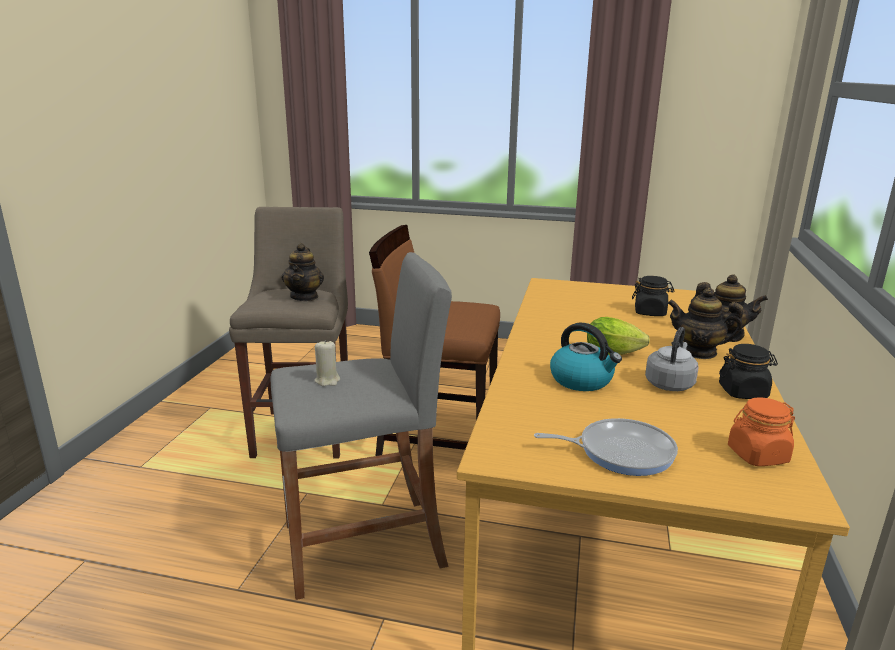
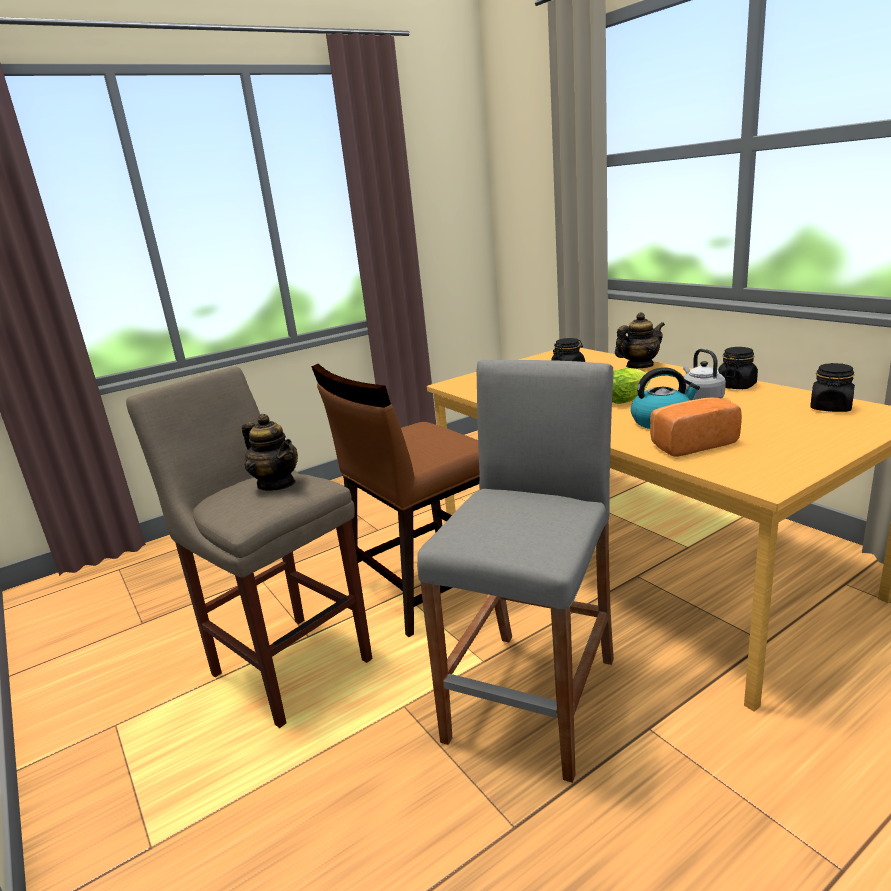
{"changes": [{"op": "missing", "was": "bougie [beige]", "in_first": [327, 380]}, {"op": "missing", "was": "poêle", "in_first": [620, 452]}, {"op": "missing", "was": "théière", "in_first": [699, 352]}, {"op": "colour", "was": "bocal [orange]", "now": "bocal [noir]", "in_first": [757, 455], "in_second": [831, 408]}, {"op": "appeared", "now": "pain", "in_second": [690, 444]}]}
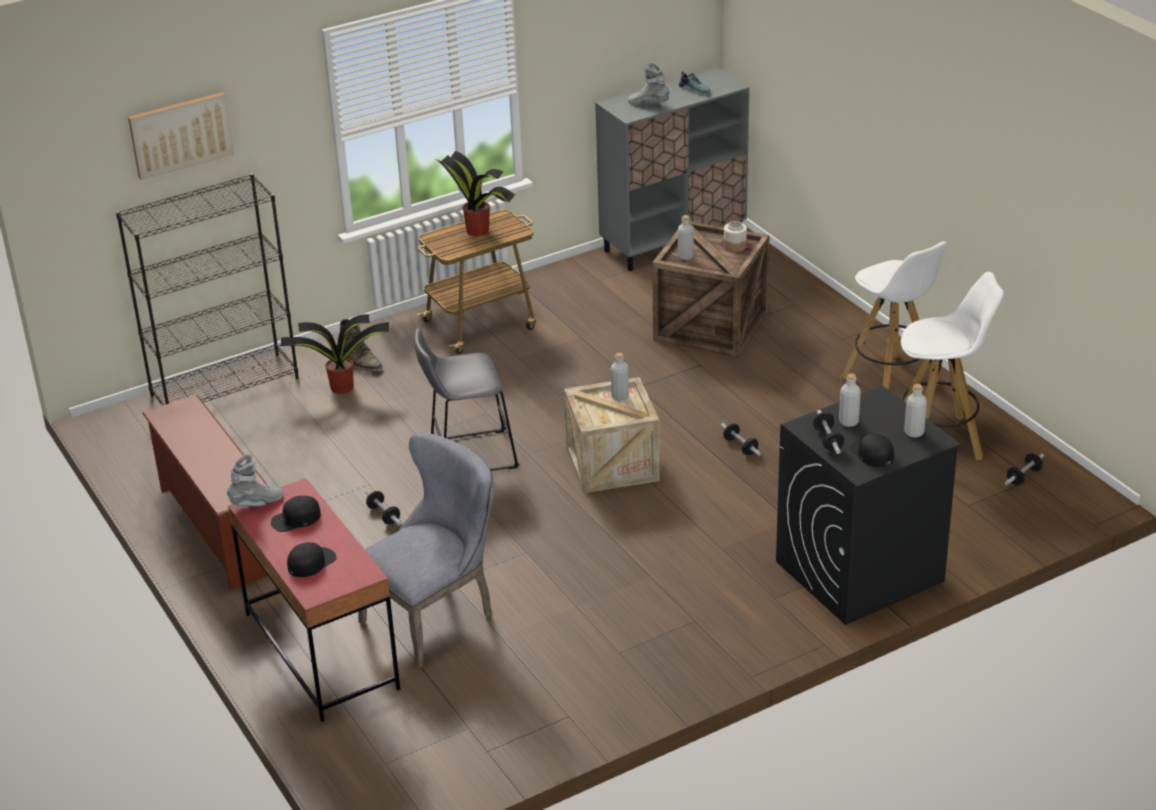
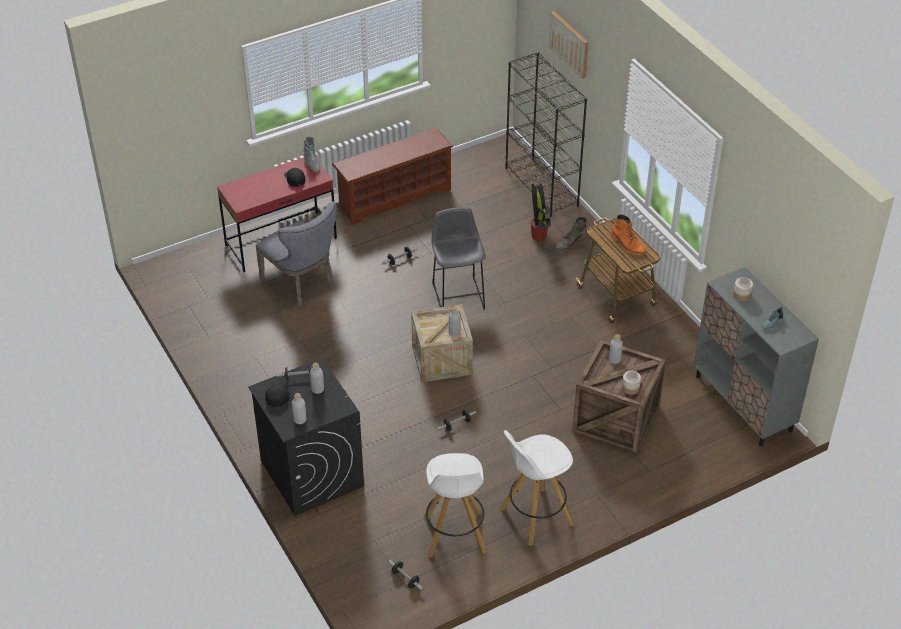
{"changes": [{"op": "missing", "was": "casquette [noir]", "in_first": [311, 562]}, {"op": "exchanged", "was": "plante en pot", "now": "botte [orange]", "in_first": [478, 231], "in_second": [628, 245]}, {"op": "exchanged", "was": "botte [gris]", "now": "bocal", "in_first": [648, 104], "in_second": [741, 295]}]}
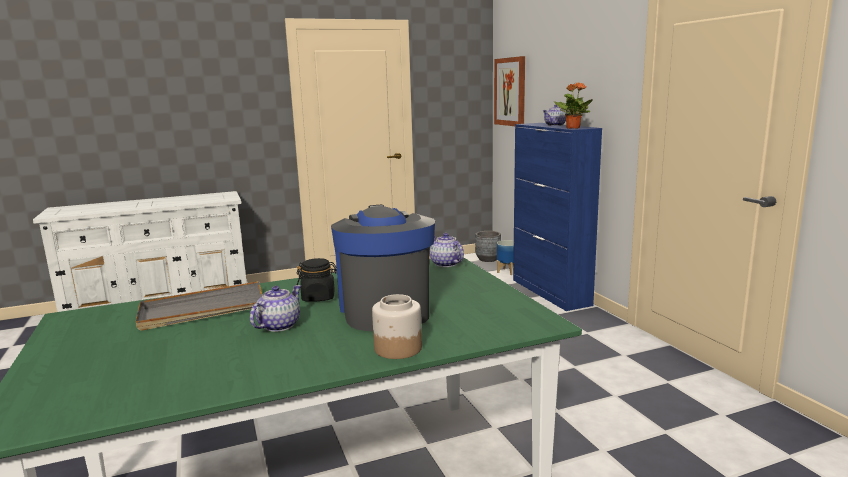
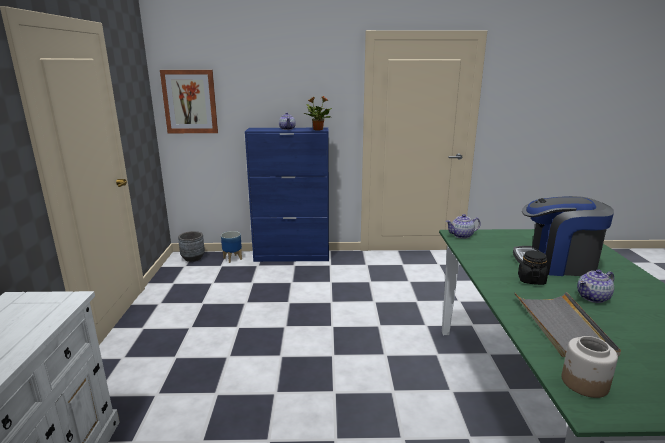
{"changes": [{"op": "spun", "was": "théière", "in_first": [278, 326], "in_second": [593, 297], "clockwise": -75}, {"op": "relocated", "was": "bocal", "in_first": [397, 348], "in_second": [584, 383]}]}
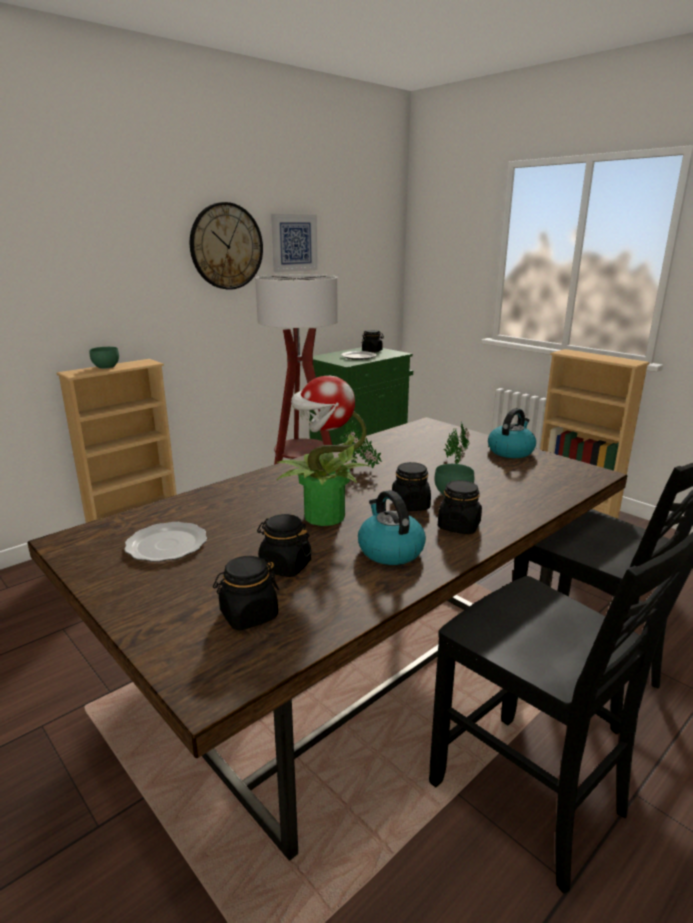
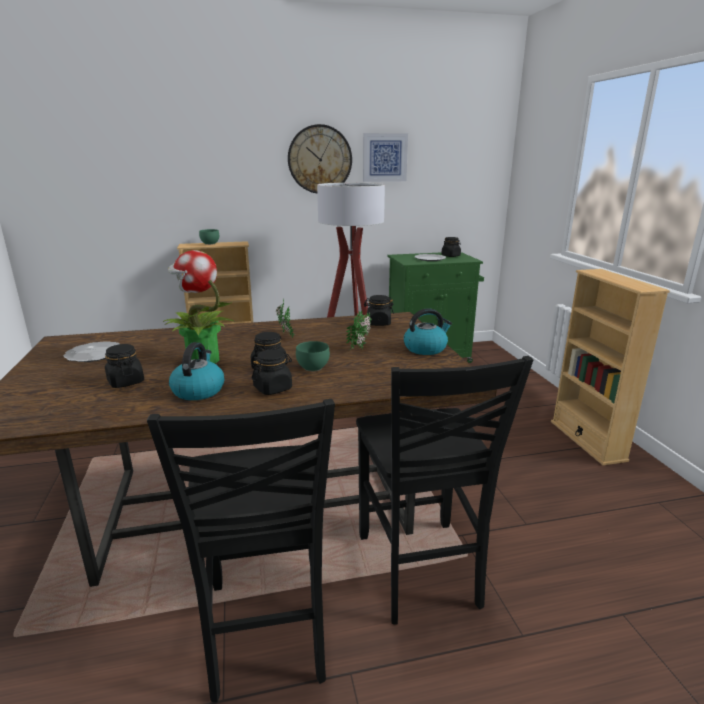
{"changes": [{"op": "relocated", "was": "bocal [noir]", "in_first": [248, 615], "in_second": [378, 323]}]}
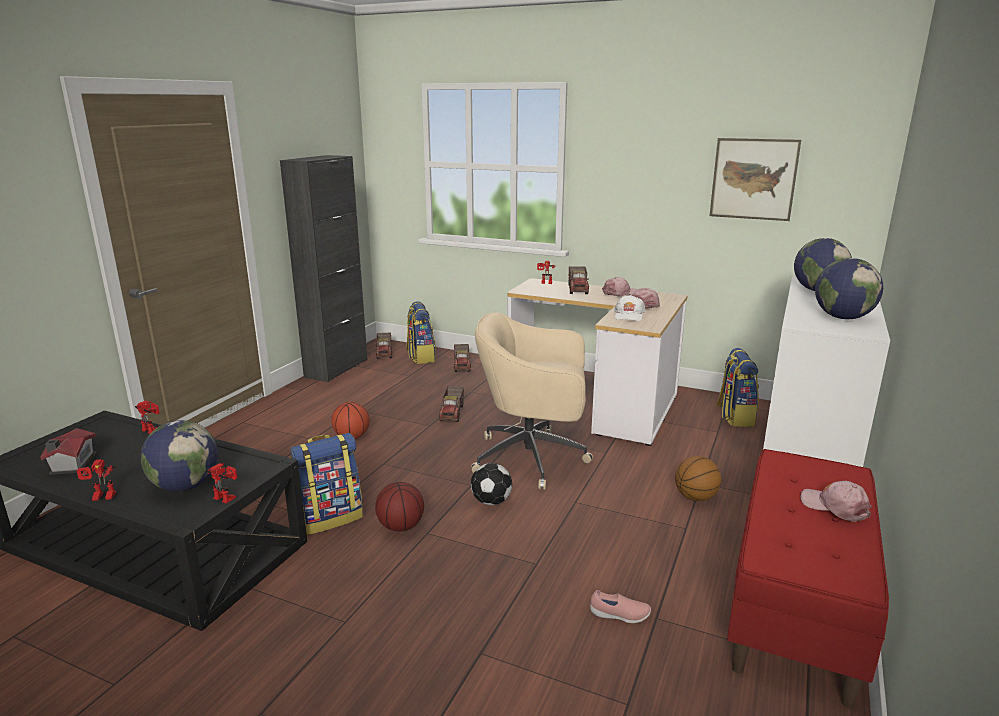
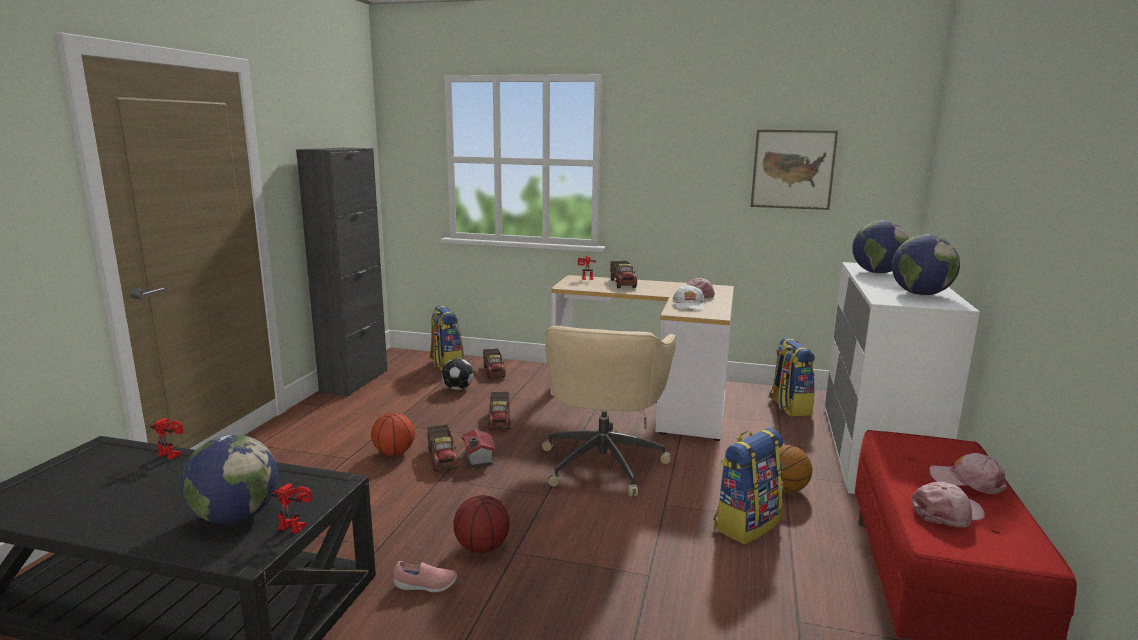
{"changes": [{"op": "relocated", "was": "maison miniature", "in_first": [71, 464], "in_second": [477, 459]}, {"op": "missing", "was": "robot jouet", "in_first": [101, 498]}, {"op": "relocated", "was": "sac à dos", "in_first": [330, 517], "in_second": [746, 524]}, {"op": "relocated", "was": "camion jouet", "in_first": [385, 353], "in_second": [443, 458]}, {"op": "spun", "was": "chaise de bureau [beige]", "in_first": [533, 458], "in_second": [603, 462], "clockwise": -75}, {"op": "relocated", "was": "ballon de foot", "in_first": [492, 502], "in_second": [458, 388]}, {"op": "relocated", "was": "chaussure [rose]", "in_first": [619, 615], "in_second": [425, 586]}, {"op": "relocated", "was": "casquette [rose]", "in_first": [620, 293], "in_second": [947, 512]}]}
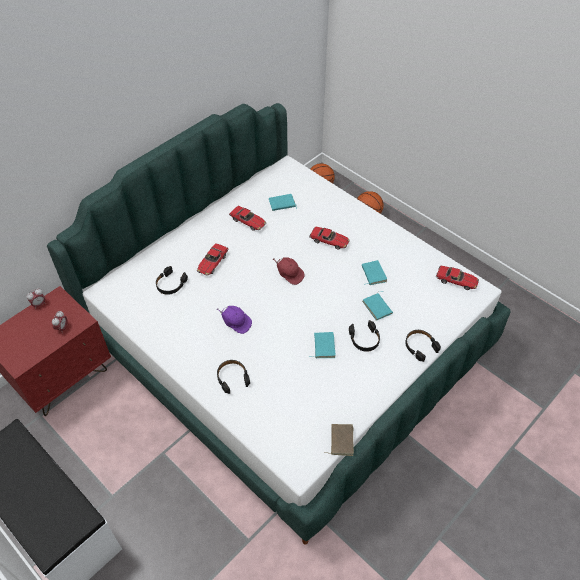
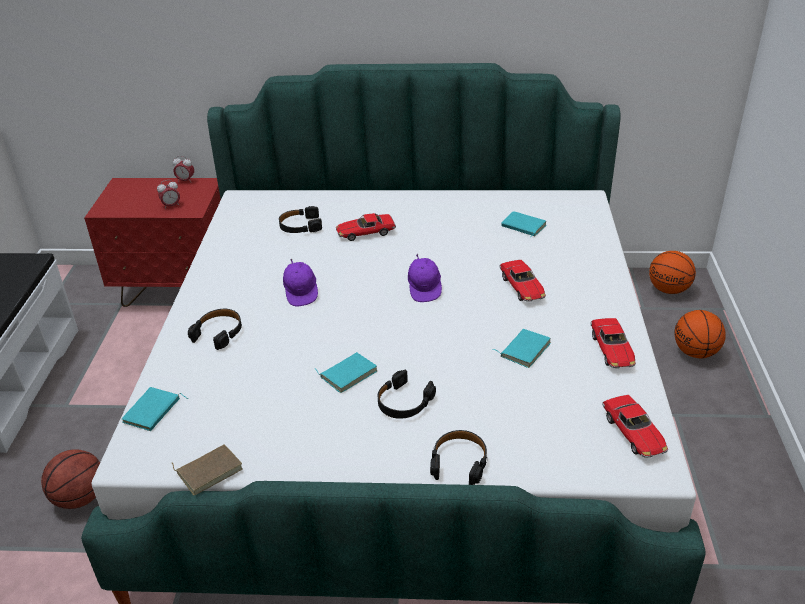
{"changes": [{"op": "relocated", "was": "petite voiture", "in_first": [248, 221], "in_second": [612, 350]}, {"op": "colour", "was": "casquette [rouge]", "now": "casquette [violet]", "in_first": [289, 274], "in_second": [424, 289]}, {"op": "relocated", "was": "livre [turquoise]", "in_first": [378, 307], "in_second": [153, 412]}, {"op": "appeared", "now": "ballon de basket", "in_second": [80, 498]}]}
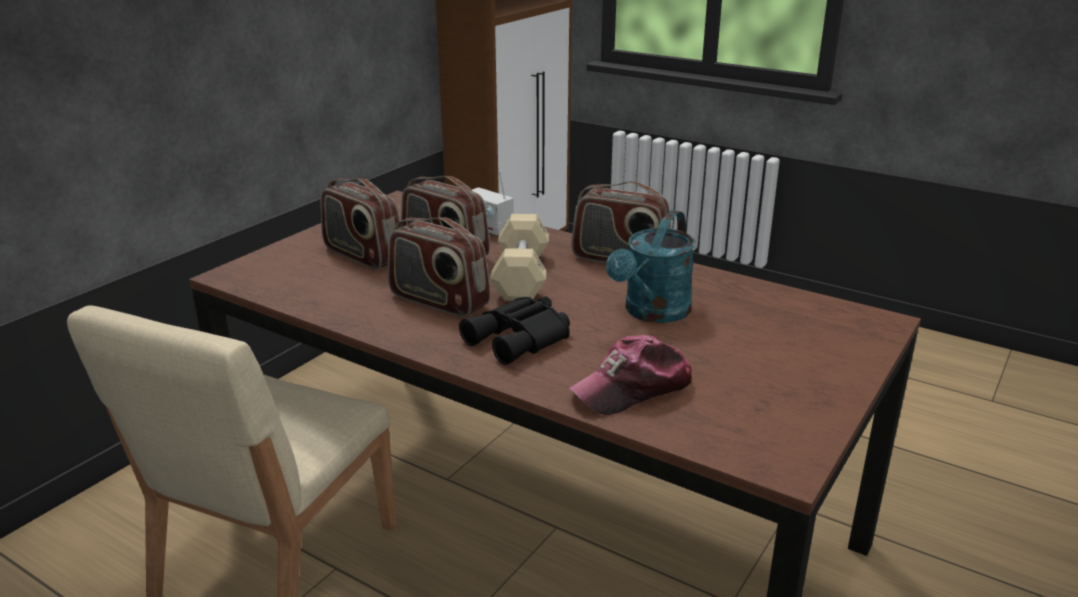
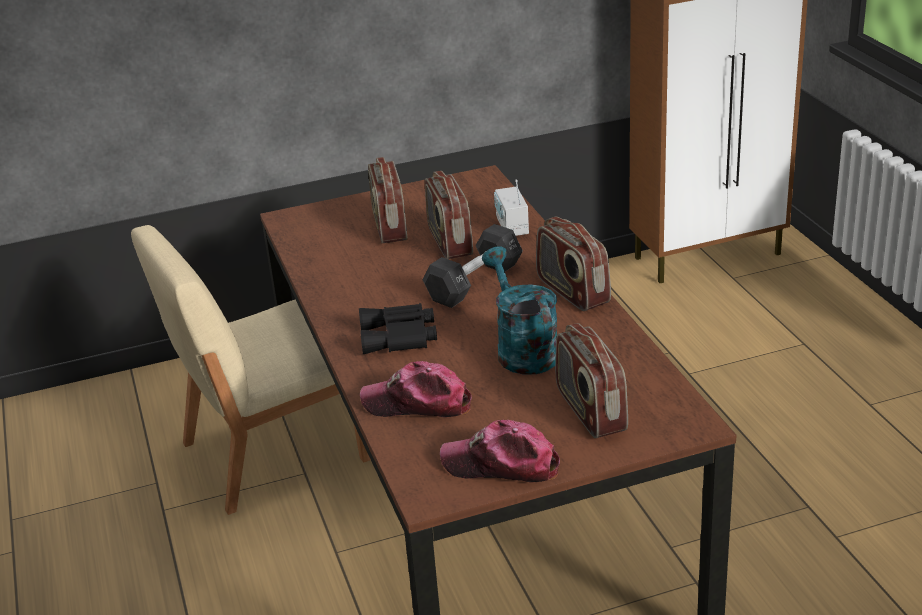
{"changes": [{"op": "relocated", "was": "radio", "in_first": [438, 301], "in_second": [589, 410]}, {"op": "colour", "was": "haltère [beige]", "now": "haltère [noir]", "in_first": [521, 276], "in_second": [474, 282]}, {"op": "spun", "was": "arrosoir [turquoise]", "in_first": [652, 313], "in_second": [522, 349], "clockwise": 90}, {"op": "appeared", "now": "casquette", "in_second": [501, 465]}]}
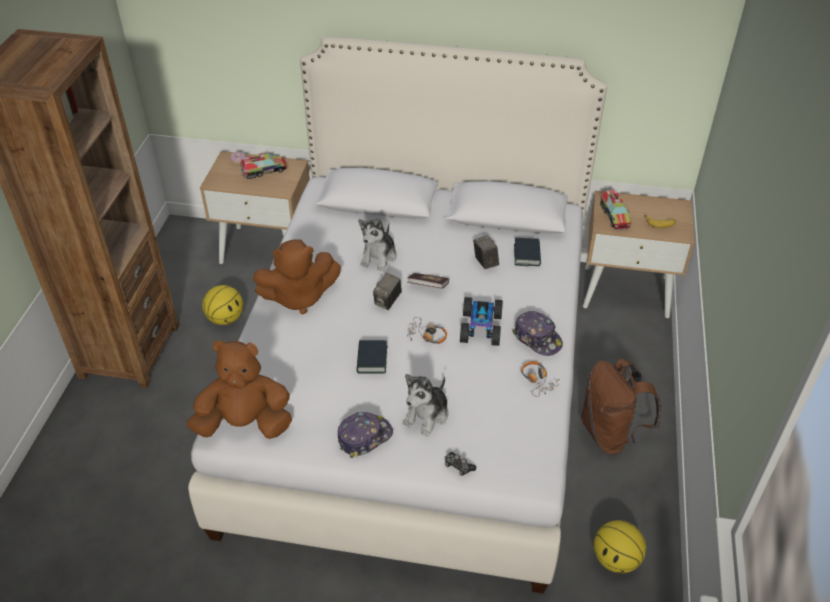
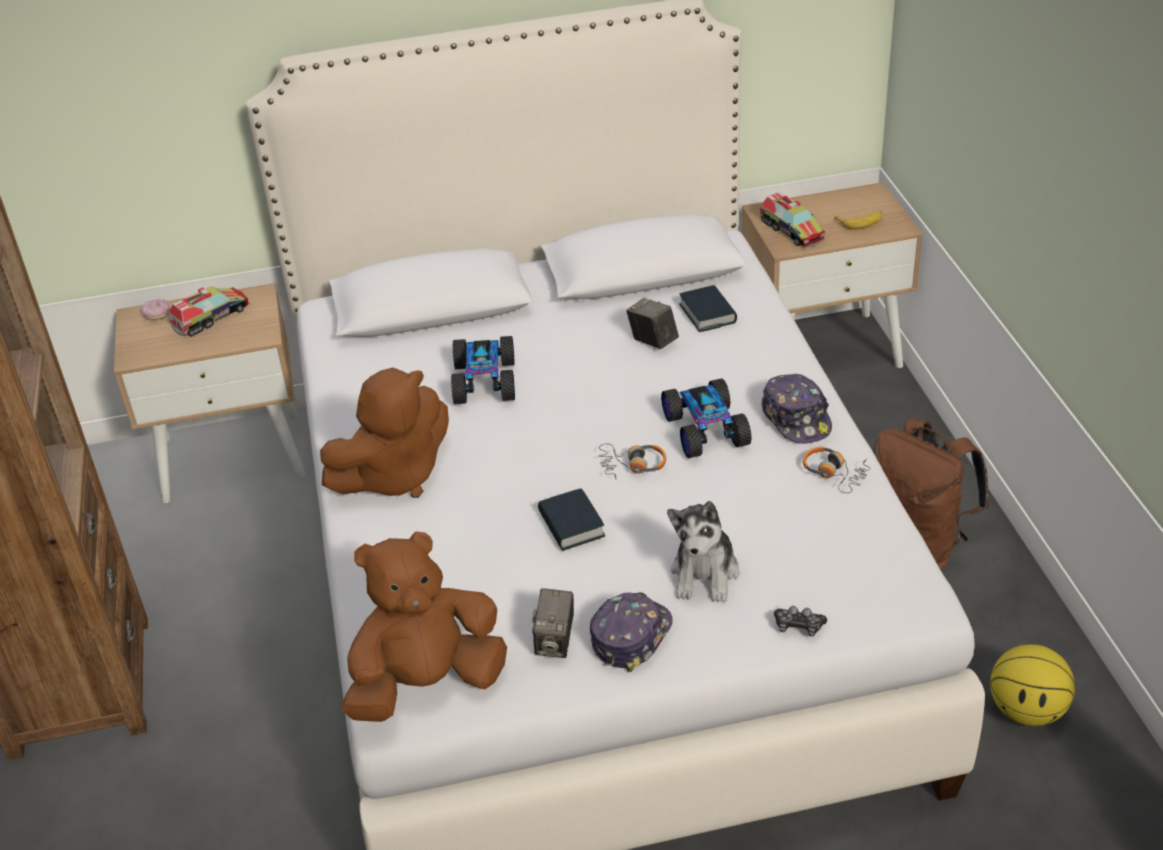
{"changes": [{"op": "missing", "was": "ballon de basket", "in_first": [226, 318]}, {"op": "exchanged", "was": "peluche", "now": "petite voiture", "in_first": [379, 257], "in_second": [486, 381]}, {"op": "relocated", "was": "appareil photo", "in_first": [387, 301], "in_second": [555, 642]}, {"op": "missing", "was": "livre", "in_first": [428, 286]}, {"op": "spun", "was": "casquette", "in_first": [537, 338], "in_second": [796, 418], "clockwise": 45}]}
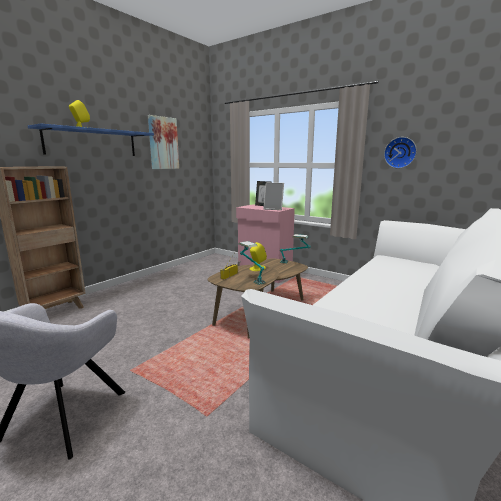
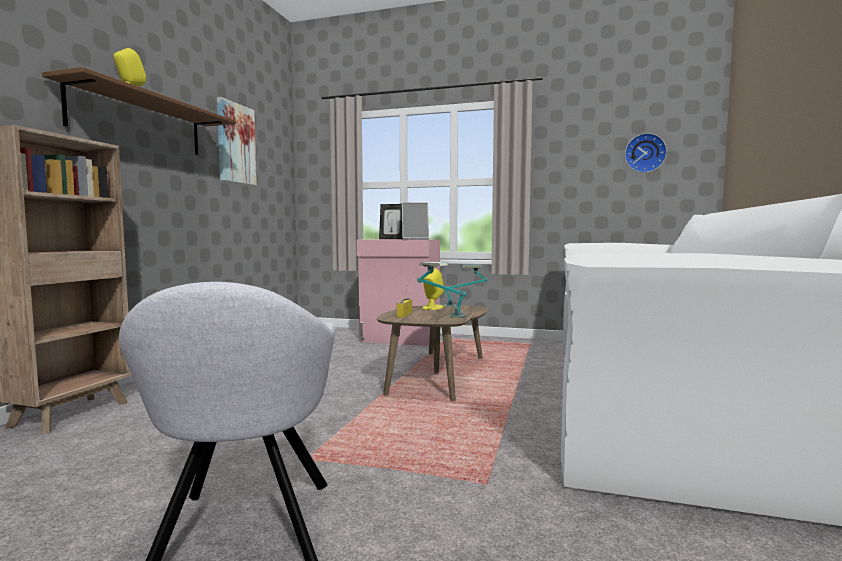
{"changes": [{"op": "colour", "was": "étagère [bleu]", "now": "étagère [marron]", "in_first": [92, 142], "in_second": [139, 122]}, {"op": "relocated", "was": "horloge murale", "in_first": [400, 152], "in_second": [644, 153]}]}
